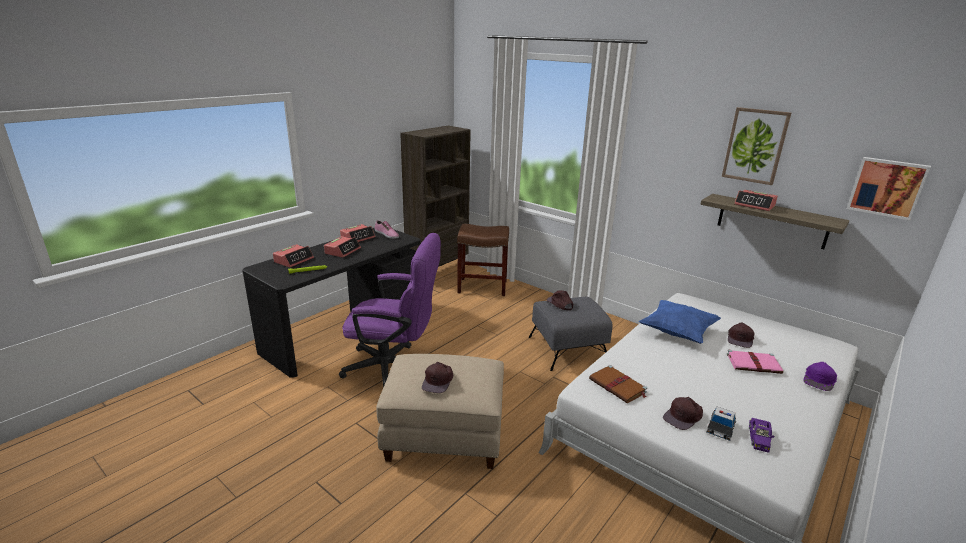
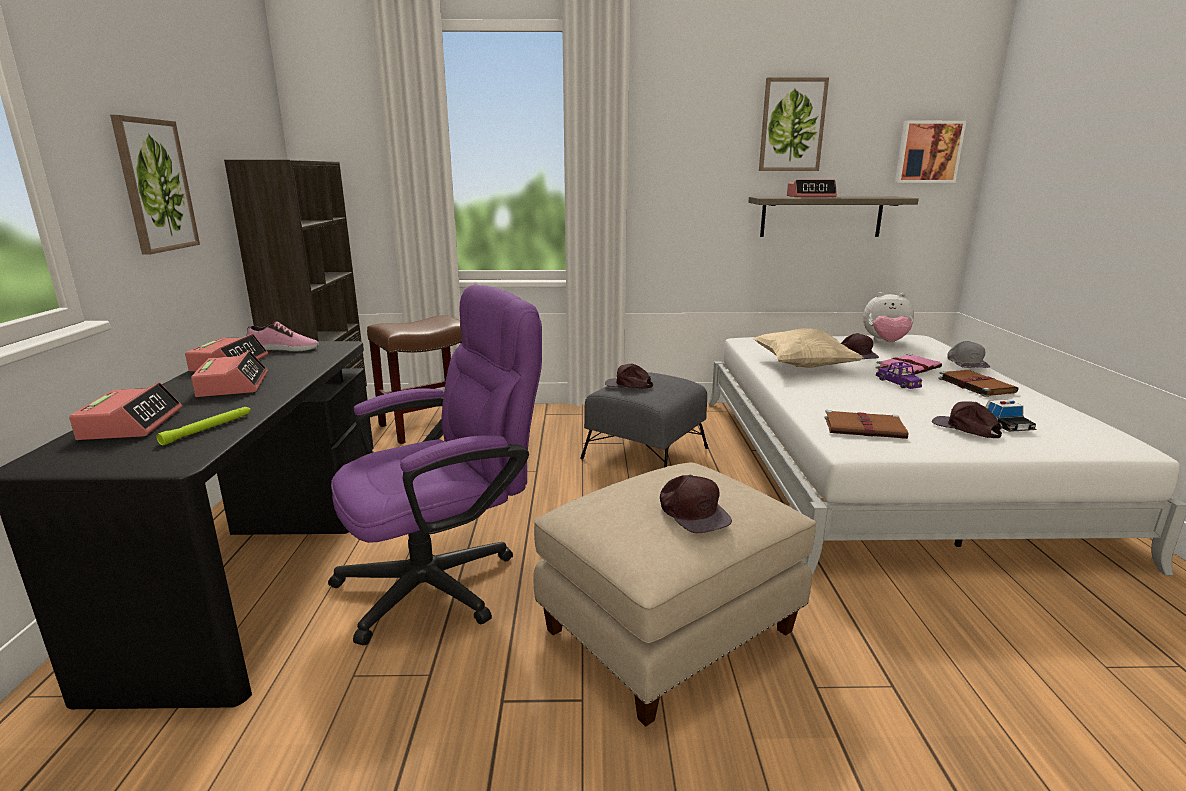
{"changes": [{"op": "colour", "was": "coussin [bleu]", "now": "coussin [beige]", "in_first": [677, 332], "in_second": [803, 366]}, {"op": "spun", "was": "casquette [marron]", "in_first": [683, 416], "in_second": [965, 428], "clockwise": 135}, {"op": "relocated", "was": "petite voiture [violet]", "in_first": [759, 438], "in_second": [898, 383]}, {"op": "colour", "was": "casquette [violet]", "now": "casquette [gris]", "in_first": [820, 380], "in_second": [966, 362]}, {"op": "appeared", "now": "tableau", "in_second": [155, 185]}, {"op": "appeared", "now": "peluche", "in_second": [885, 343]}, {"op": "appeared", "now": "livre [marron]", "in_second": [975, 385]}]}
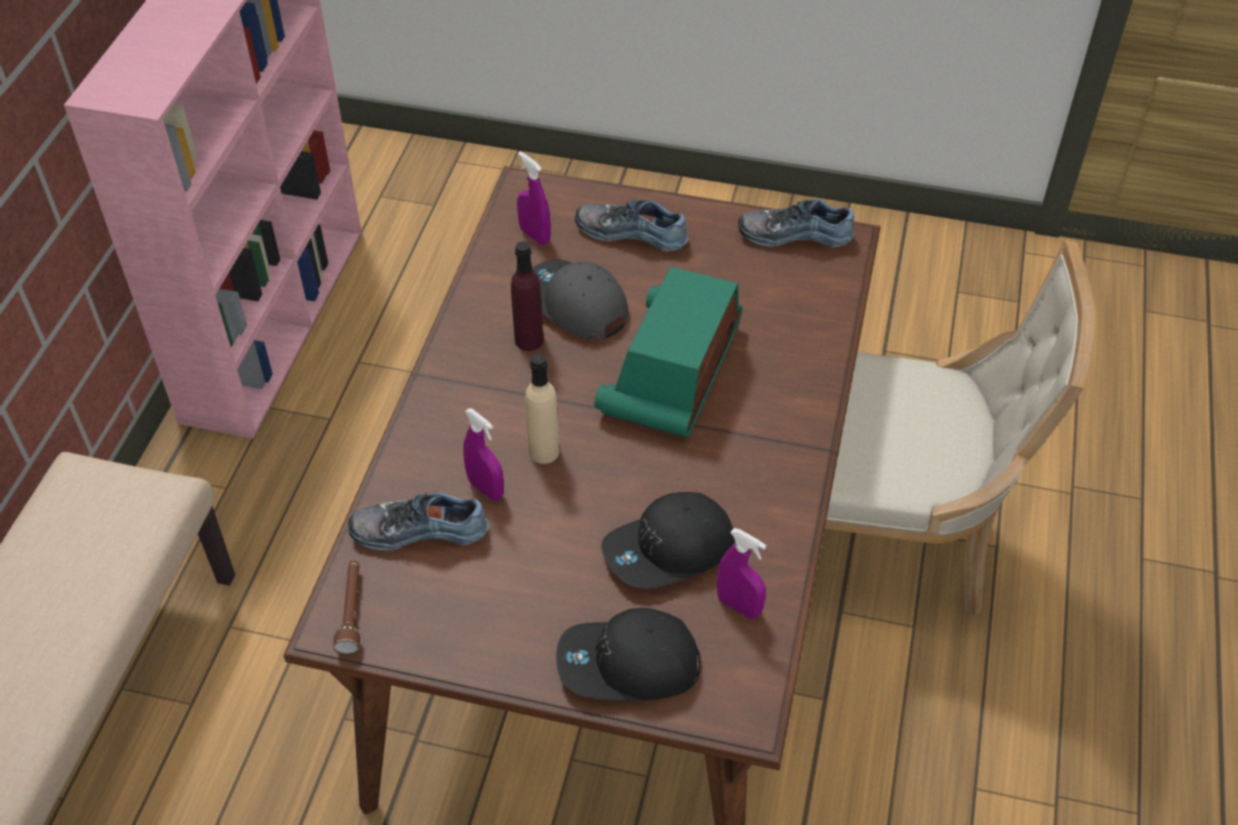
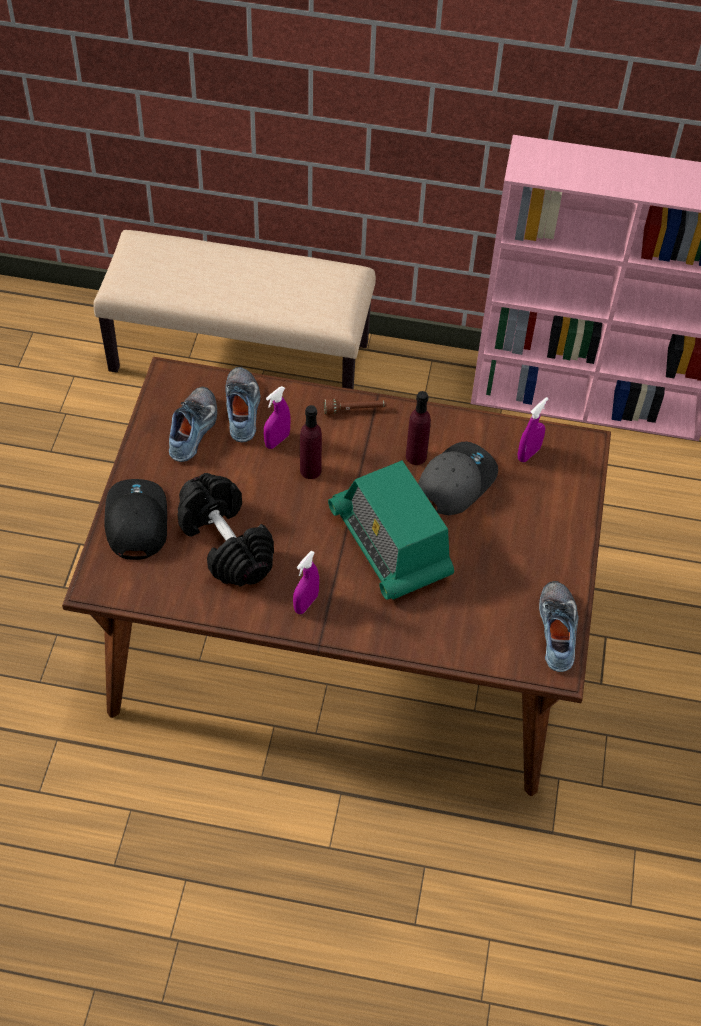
{"changes": [{"op": "relocated", "was": "lampe de poche [marron]", "in_first": [352, 611], "in_second": [355, 410]}, {"op": "colour", "was": "bouteille [beige]", "now": "bouteille [violet]", "in_first": [544, 451], "in_second": [310, 470]}, {"op": "relocated", "was": "chaussure", "in_first": [632, 231], "in_second": [194, 429]}, {"op": "spun", "was": "radio", "in_first": [672, 373], "in_second": [390, 544], "clockwise": -135}, {"op": "exchanged", "was": "casquette [noir]", "now": "haltère [noir]", "in_first": [669, 551], "in_second": [225, 543]}, {"op": "relocated", "was": "vaporisateur [violet]", "in_first": [739, 606], "in_second": [306, 603]}, {"op": "missing", "was": "chaise [beige]", "in_first": [885, 542]}]}
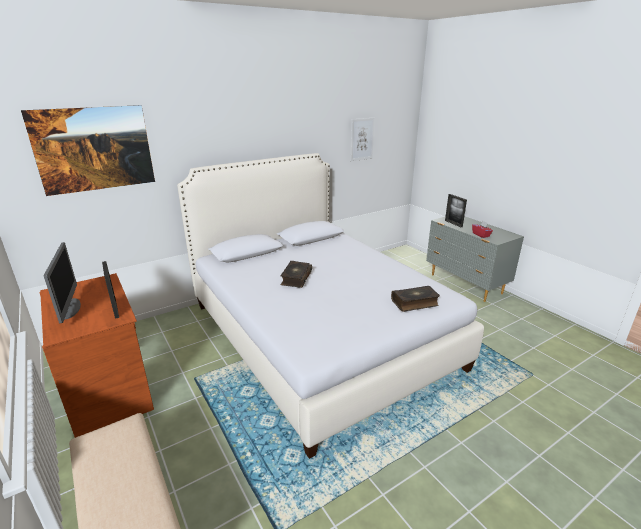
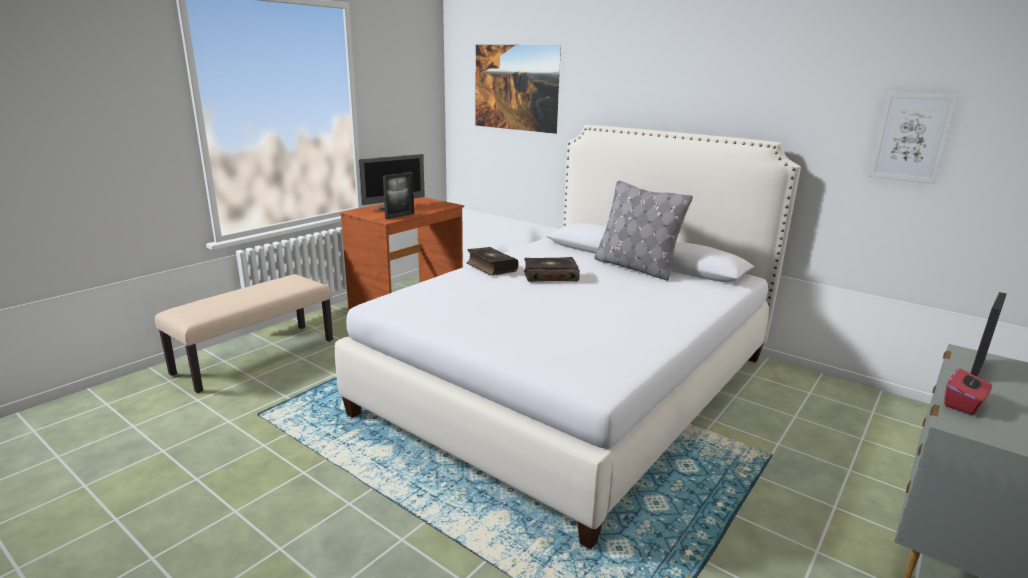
{"changes": [{"op": "relocated", "was": "livre", "in_first": [415, 303], "in_second": [491, 267]}, {"op": "appeared", "now": "coussin [gris]", "in_second": [635, 267]}]}
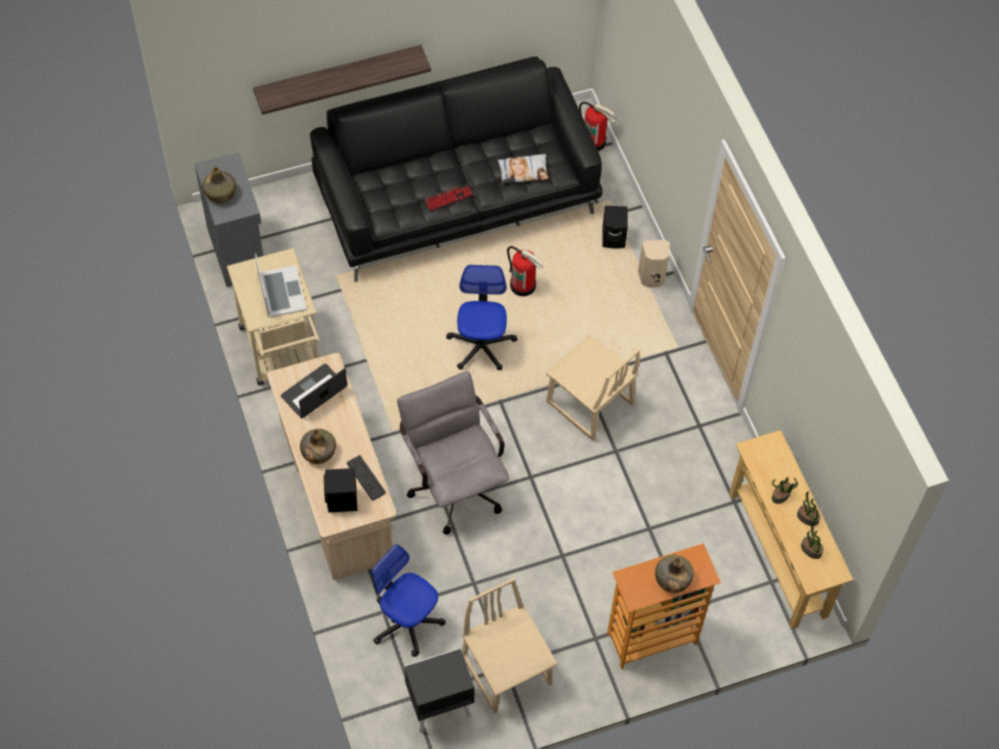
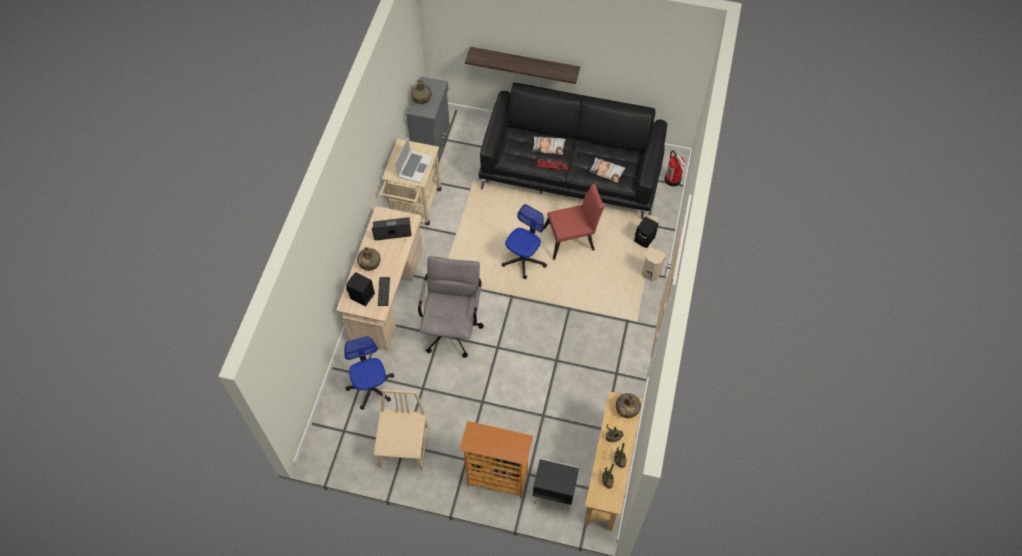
{"changes": [{"op": "relocated", "was": "table de chevet [noir]", "in_first": [438, 707], "in_second": [553, 495]}, {"op": "exchanged", "was": "extincteur", "now": "chaise [rouge]", "in_first": [523, 286], "in_second": [572, 239]}, {"op": "missing", "was": "chaise [beige]", "in_first": [589, 404]}, {"op": "relocated", "was": "bouteille [vert]", "in_first": [672, 579], "in_second": [627, 409]}, {"op": "appeared", "now": "coussin", "in_second": [548, 147]}]}
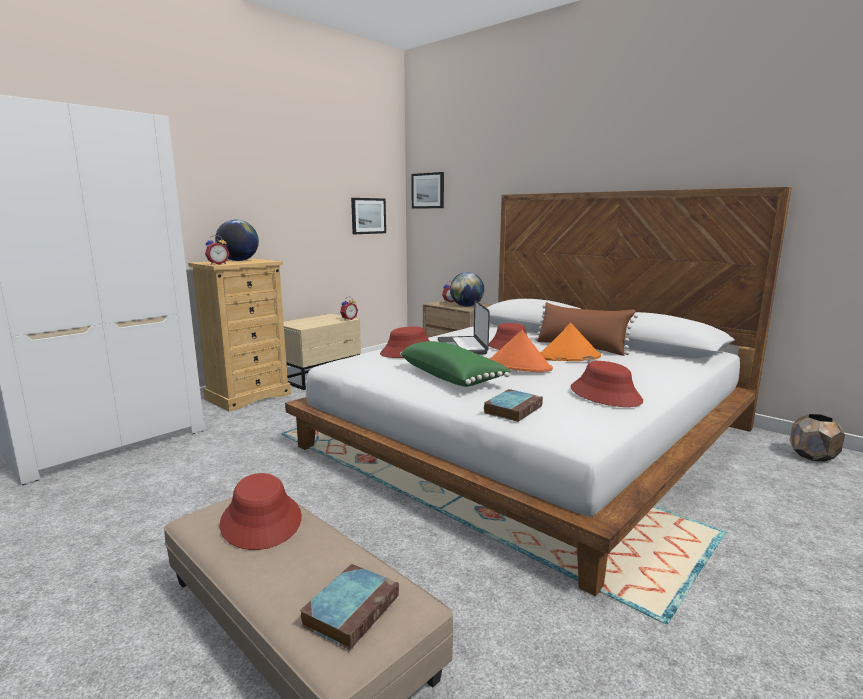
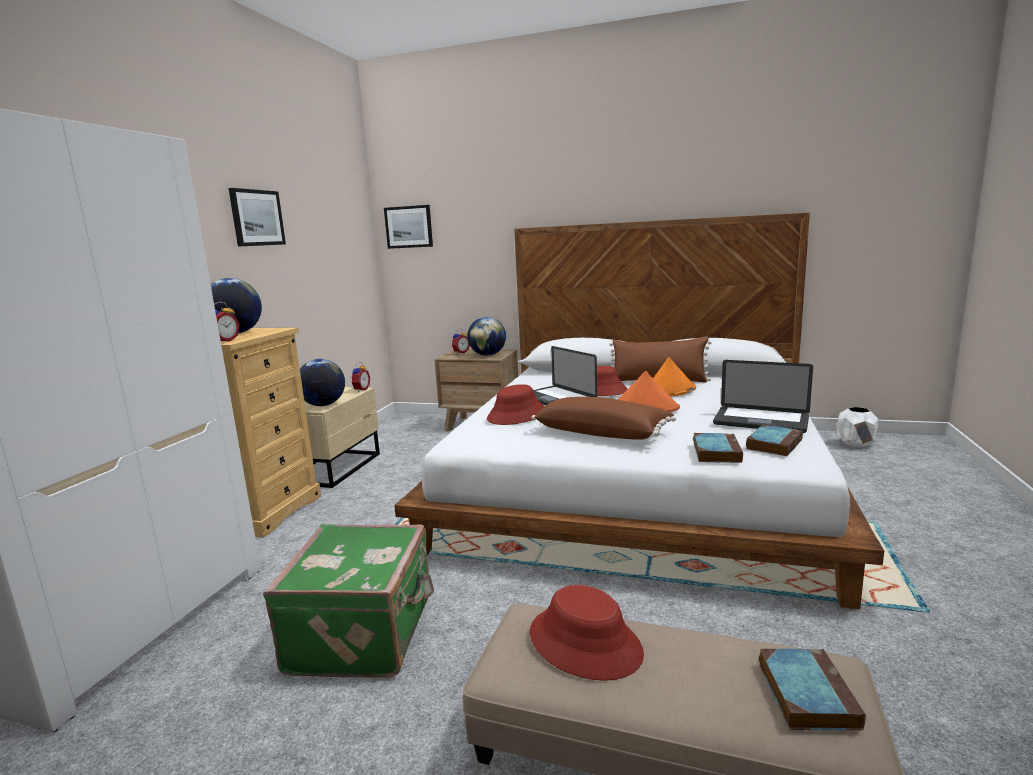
{"changes": [{"op": "relocated", "was": "tableau", "in_first": [368, 216], "in_second": [257, 218]}, {"op": "colour", "was": "coussin [vert]", "now": "coussin [marron]", "in_first": [452, 377], "in_second": [603, 433]}, {"op": "exchanged", "was": "chapeau [rouge]", "now": "ordinateur portable", "in_first": [605, 395], "in_second": [760, 421]}, {"op": "colour", "was": "cache-pot [marron]", "now": "cache-pot [blanc]", "in_first": [813, 456], "in_second": [856, 444]}, {"op": "appeared", "now": "valise [vert]", "in_second": [365, 633]}, {"op": "appeared", "now": "globe", "in_second": [323, 405]}, {"op": "appeared", "now": "livre", "in_second": [774, 444]}]}
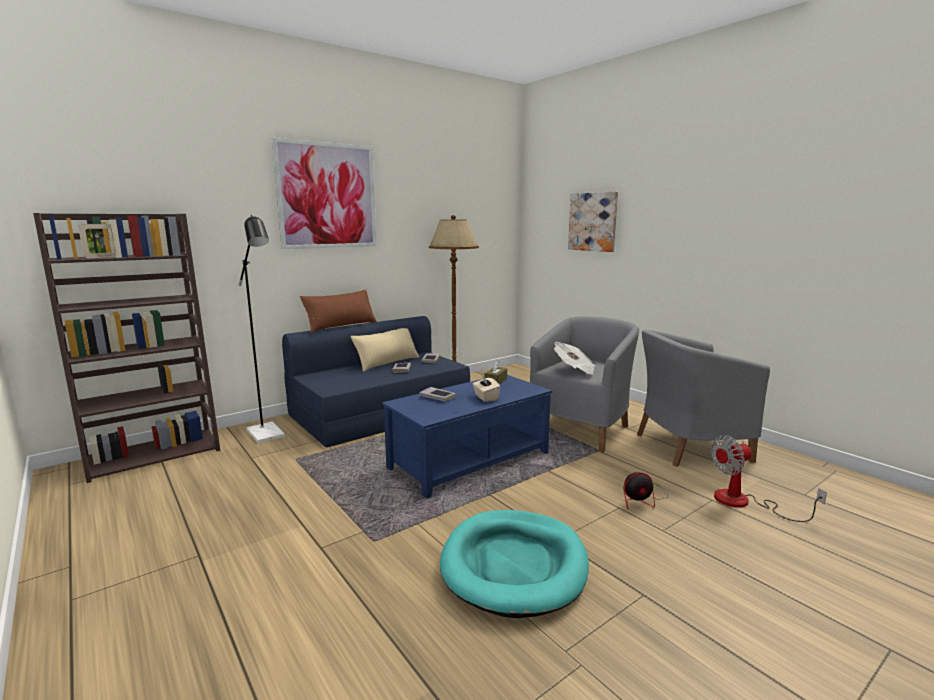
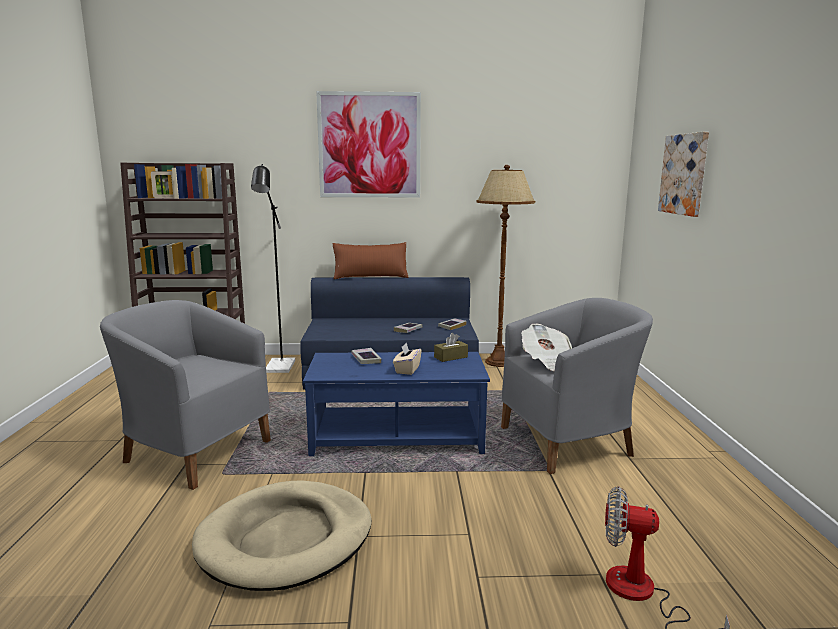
{"changes": [{"op": "missing", "was": "coussin [beige]", "in_first": [387, 362]}, {"op": "colour", "was": "panier pour chien [turquoise]", "now": "panier pour chien [beige]", "in_first": [514, 565], "in_second": [286, 539]}, {"op": "missing", "was": "ventilateur", "in_first": [641, 498]}, {"op": "relocated", "was": "fauteuil [gris]", "in_first": [687, 446], "in_second": [194, 451]}]}
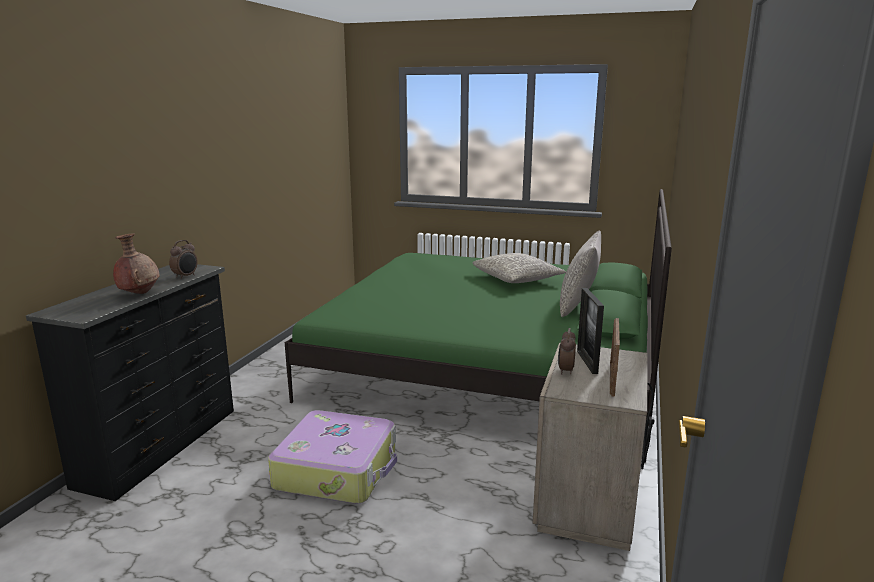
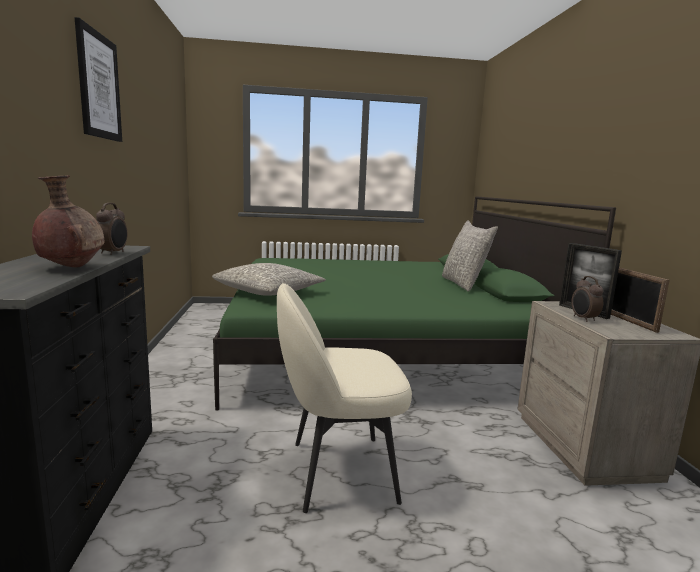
{"changes": [{"op": "exchanged", "was": "valise", "now": "chaise [beige]", "in_first": [338, 470], "in_second": [338, 471]}, {"op": "relocated", "was": "coussin [gris]", "in_first": [517, 279], "in_second": [269, 292]}, {"op": "appeared", "now": "tableau", "in_second": [98, 86]}]}
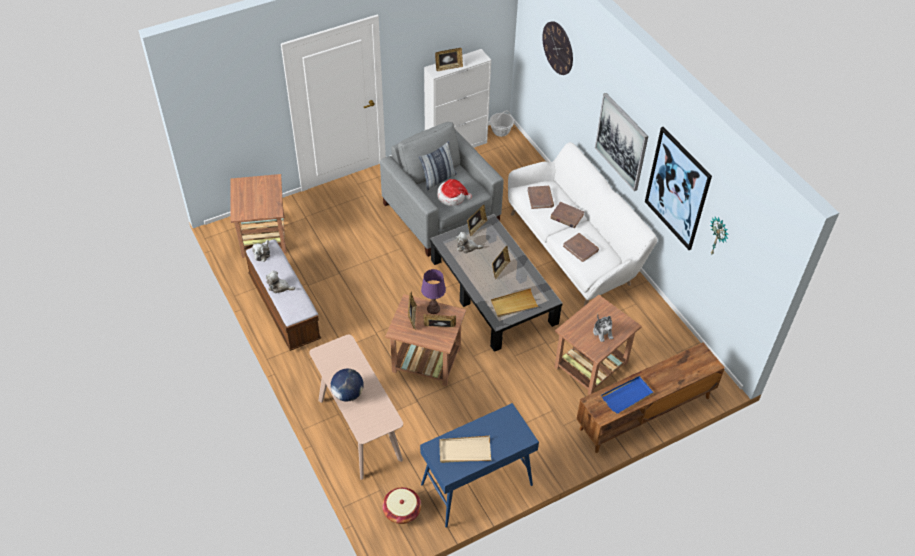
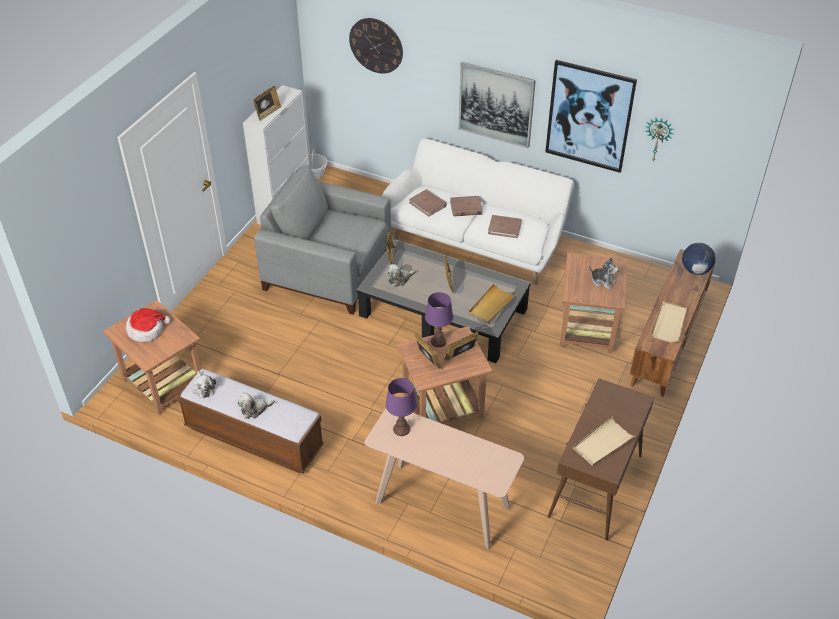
{"changes": [{"op": "relocated", "was": "globe", "in_first": [348, 394], "in_second": [695, 270]}, {"op": "missing", "was": "panier", "in_first": [402, 511]}, {"op": "missing", "was": "coussin", "in_first": [438, 179]}, {"op": "colour", "was": "table console [bleu]", "now": "table console [marron]", "in_first": [476, 485], "in_second": [595, 486]}, {"op": "relocated", "was": "chapeau", "in_first": [452, 196], "in_second": [147, 330]}, {"op": "colour", "was": "plateau [bleu]", "now": "plateau [beige]", "in_first": [627, 396], "in_second": [669, 323]}, {"op": "appeared", "now": "lampe de table [violet]", "in_second": [401, 429]}]}
